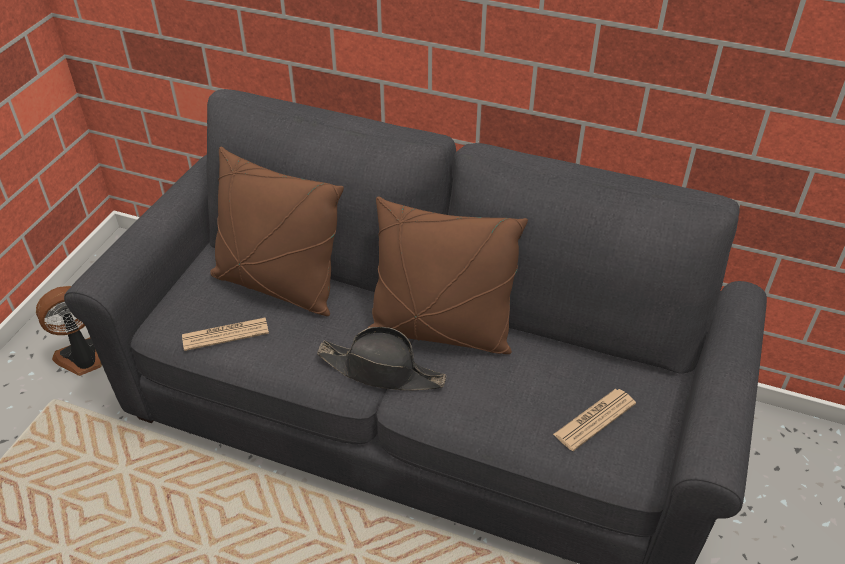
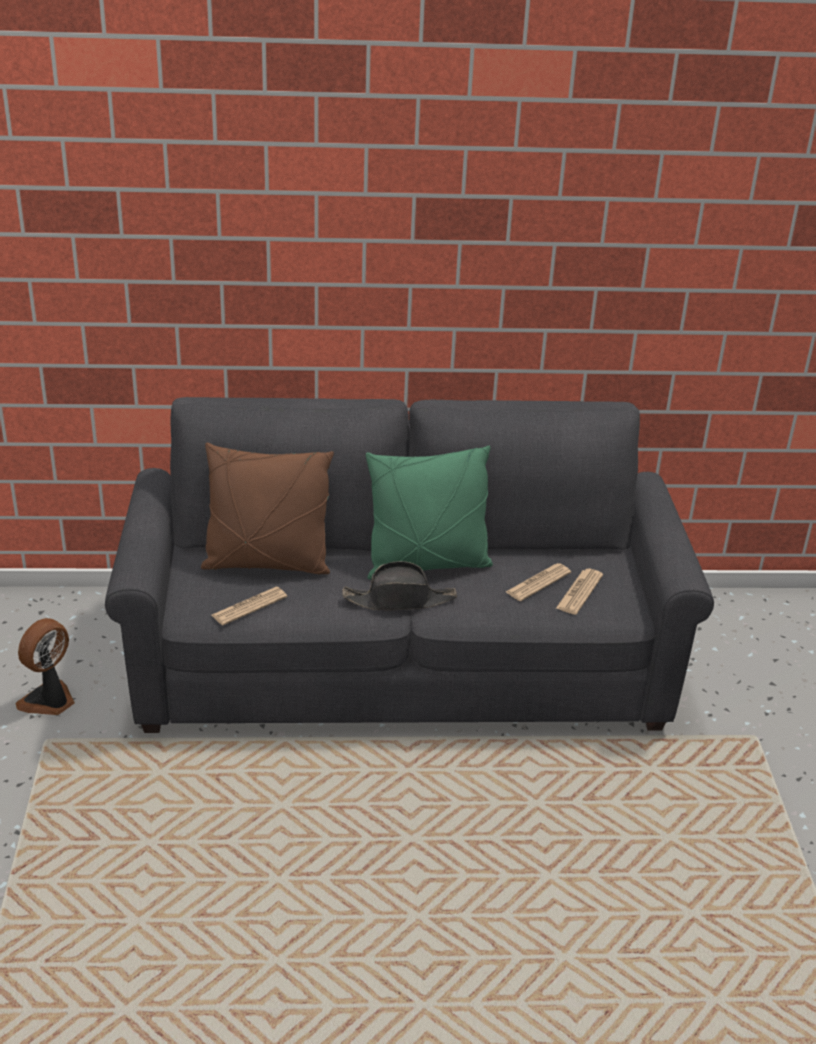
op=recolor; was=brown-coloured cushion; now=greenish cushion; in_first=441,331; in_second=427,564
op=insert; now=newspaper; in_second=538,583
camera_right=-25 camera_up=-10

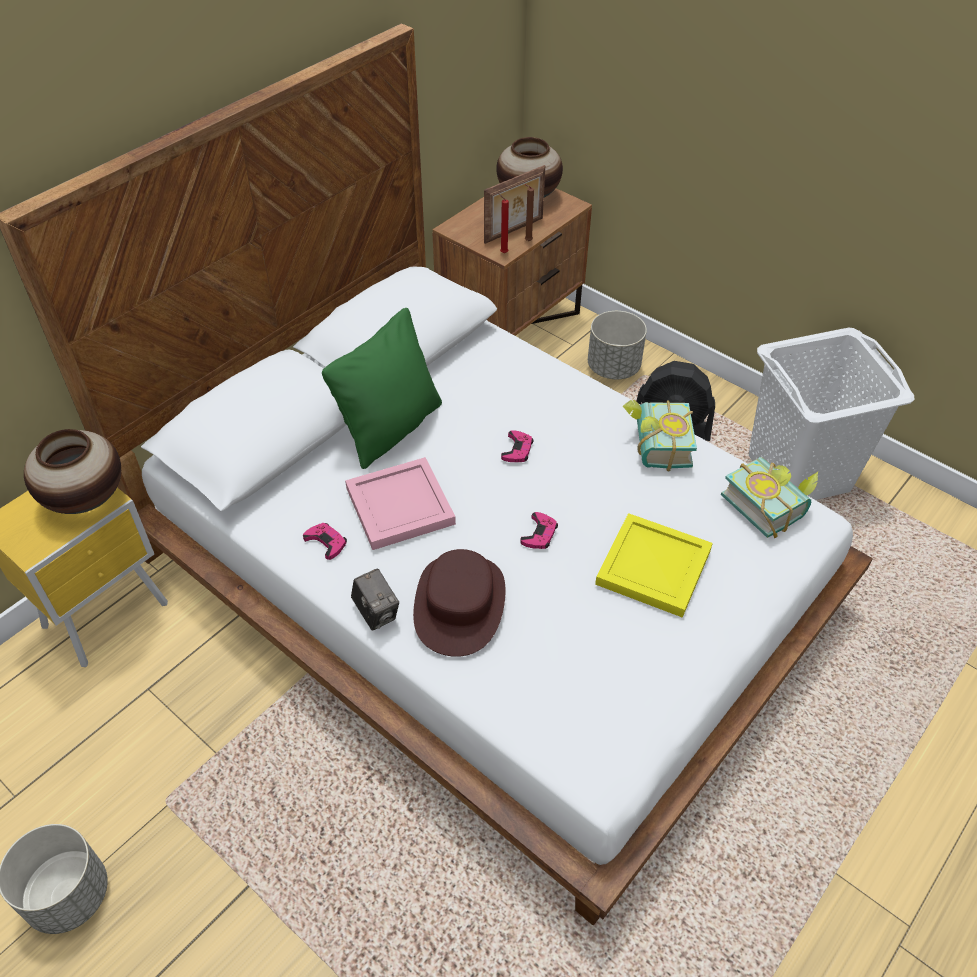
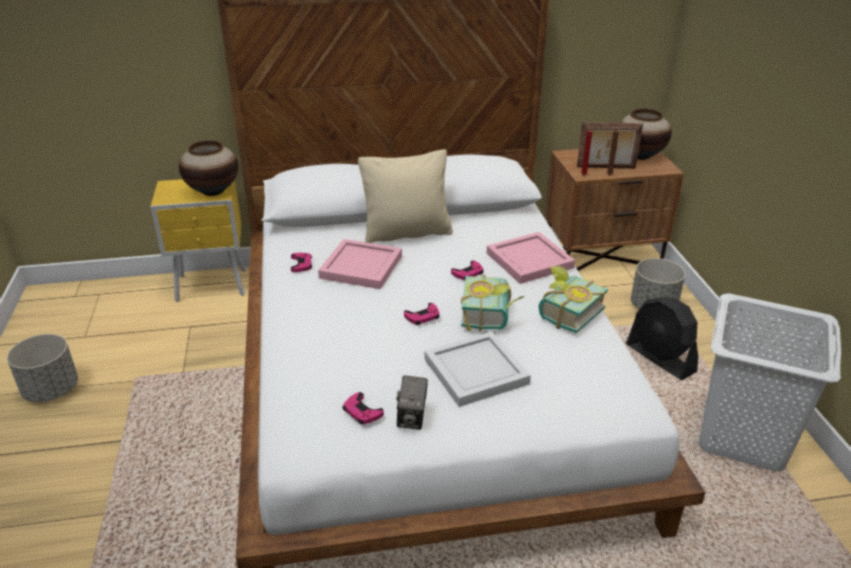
op=recolor; was=greenish cushion; now=beige-coloured cushion; in_first=391,429; in_second=407,233
op=move; was=bound book; in_first=768,504; in_second=491,315
op=recolor; was=yellow-coloured carrying tray; now=white carrying tray; in_first=654,569; in_second=475,372
op=delete; was=brown-coloured hat; in_first=460,604
op=move; was=photo camera; in_first=376,613; in_second=412,418
op=insert; now=pink-coloured carrying tray; in_second=531,260
op=insert; now=pink-coloured game controller; in_second=362,412
camera_right=40 camera_up=-15

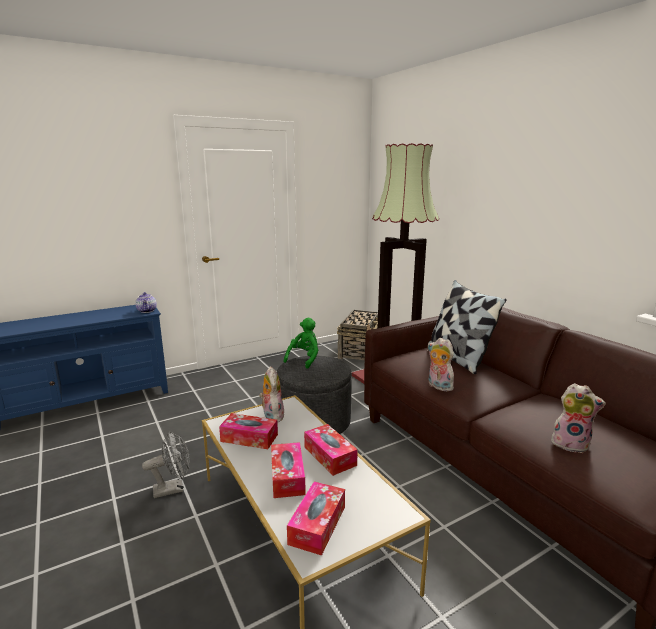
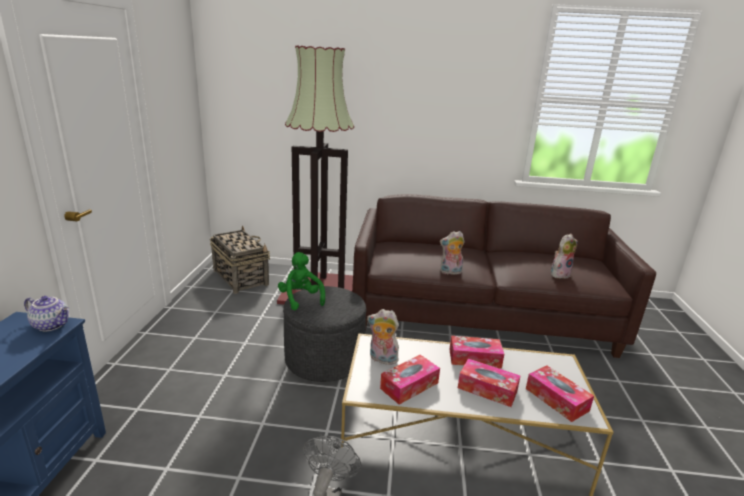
op=delete; was=cushion; in_first=458,358
camera_right=-55 camera_up=5

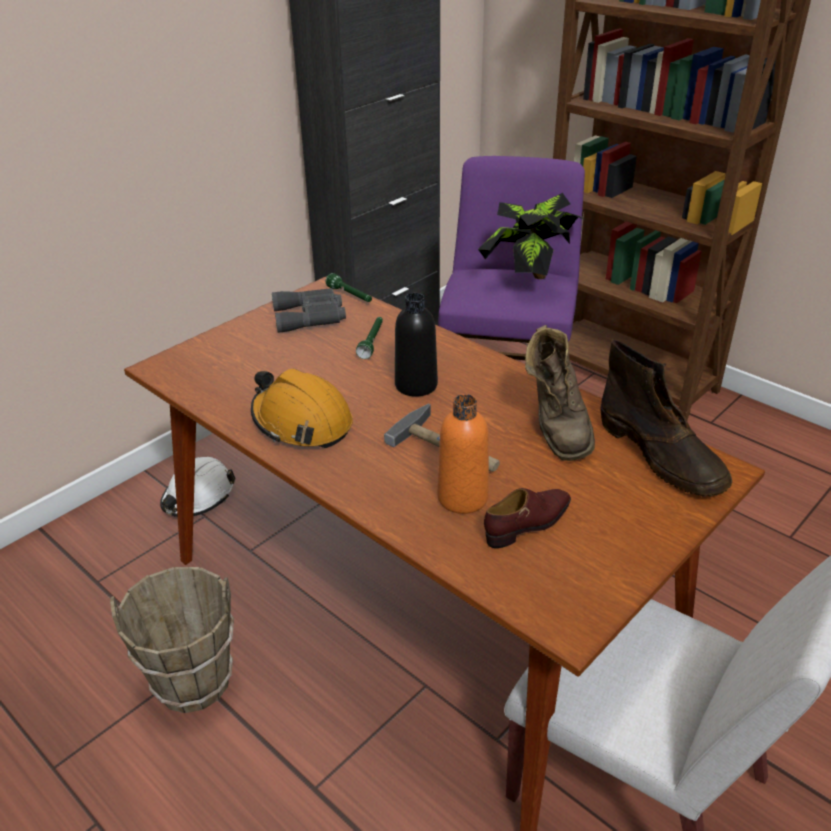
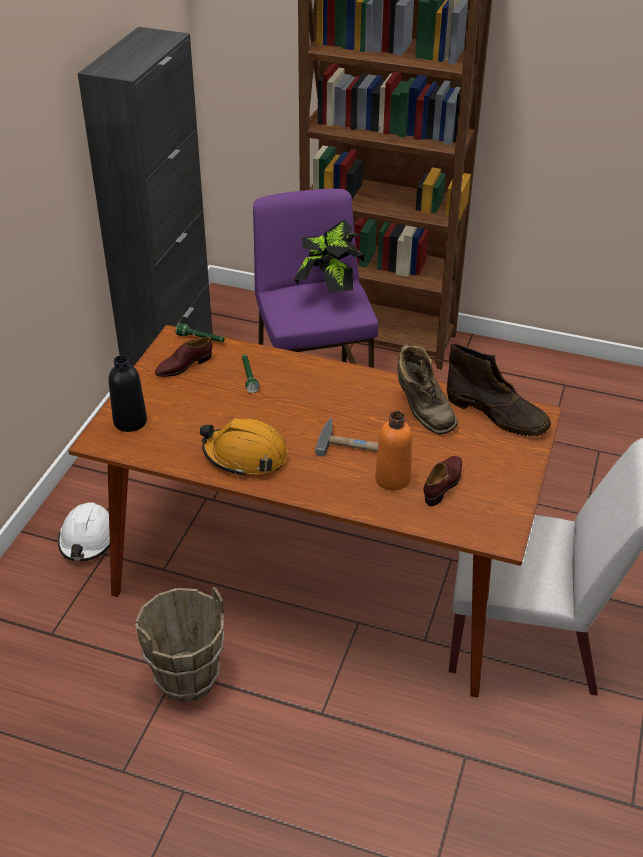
op=replace; was=grey field glasses; now=brown-coloured item of footwear; in_first=311,316; in_second=184,365
op=move; was=black-coloured beverage bottle; in_first=416,385; in_second=130,421
camera_right=-25 camera_up=5

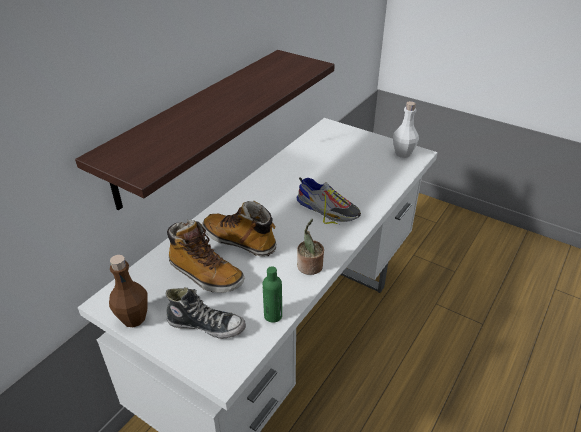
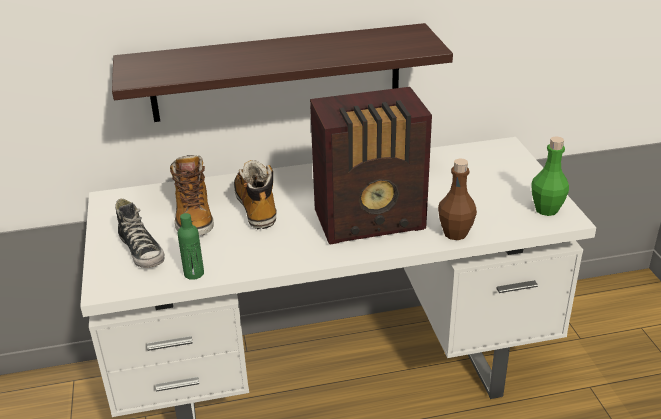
op=recolor; was=white beverage bottle; now=greenish beverage bottle; in_first=403,153; in_second=546,209
op=replace; was=item of footwear; now=radio receiver; in_first=327,209; in_second=372,221
op=delete; was=plant in a pot; in_first=309,267
op=move; was=brown-coloured beverage bottle; in_first=134,318; in_second=455,233
camera_right=45 camera_up=-5

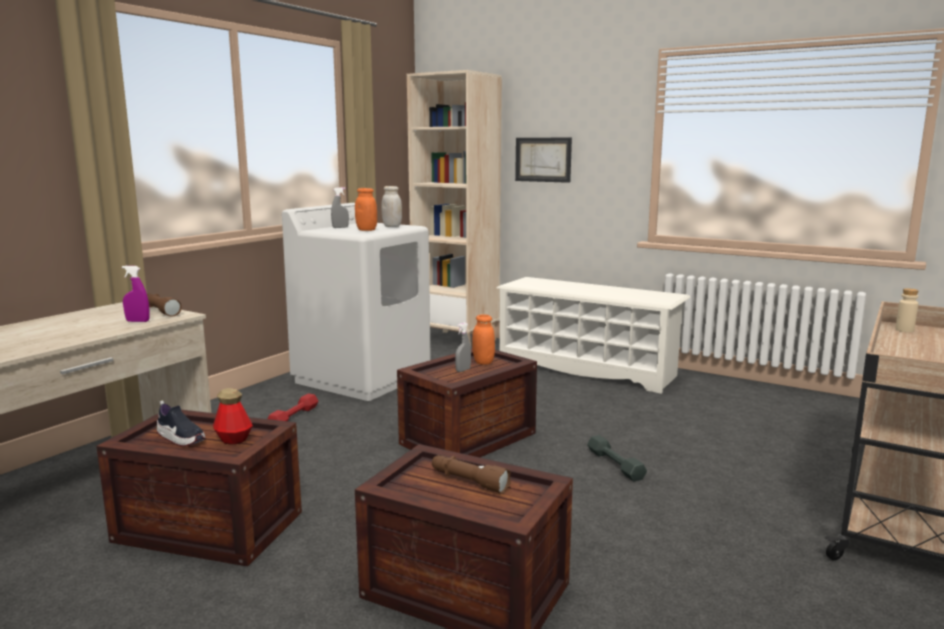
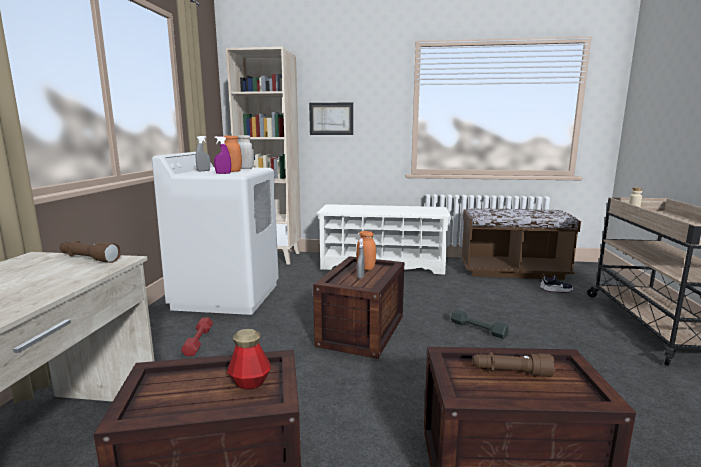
op=move; was=purplish hand sprayer; in_first=137,321; in_second=223,173
op=move; was=item of footwear; in_first=181,439; in_second=556,290
op=insert; now=brown-coloured long seat; in_second=512,271
camera_right=-25 camera_up=0

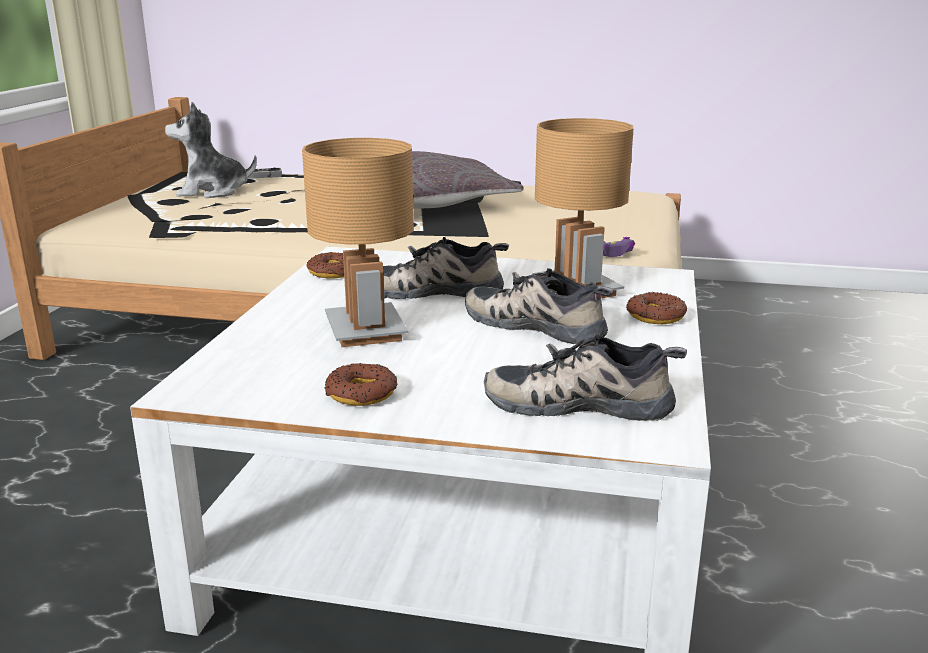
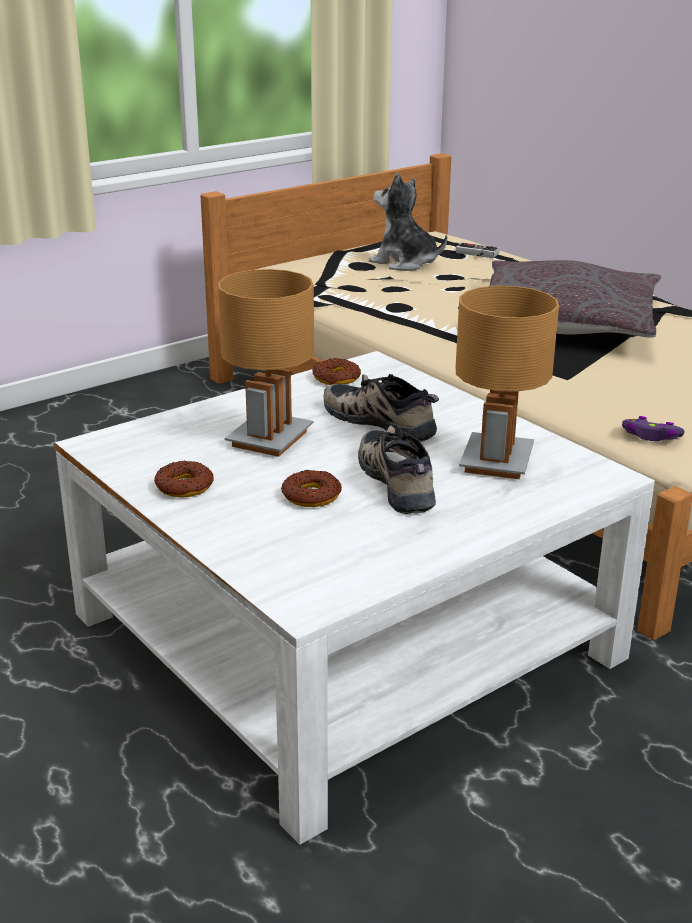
op=move; was=doughnut; in_first=655,316; in_second=311,496
op=delete; was=item of footwear; in_first=580,402
camera_right=40 camera_up=5

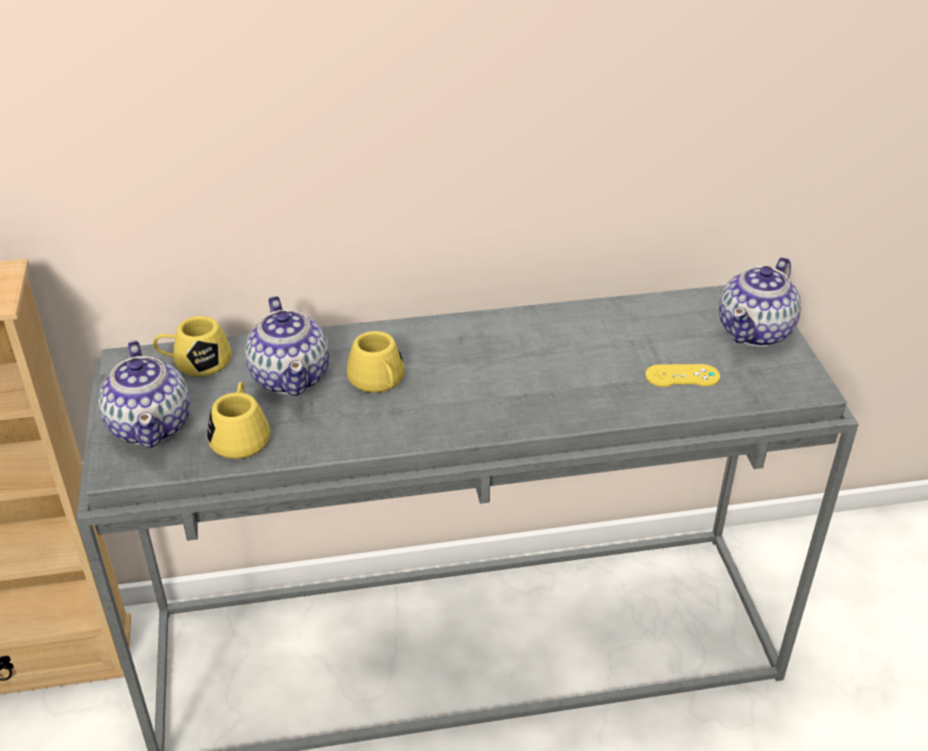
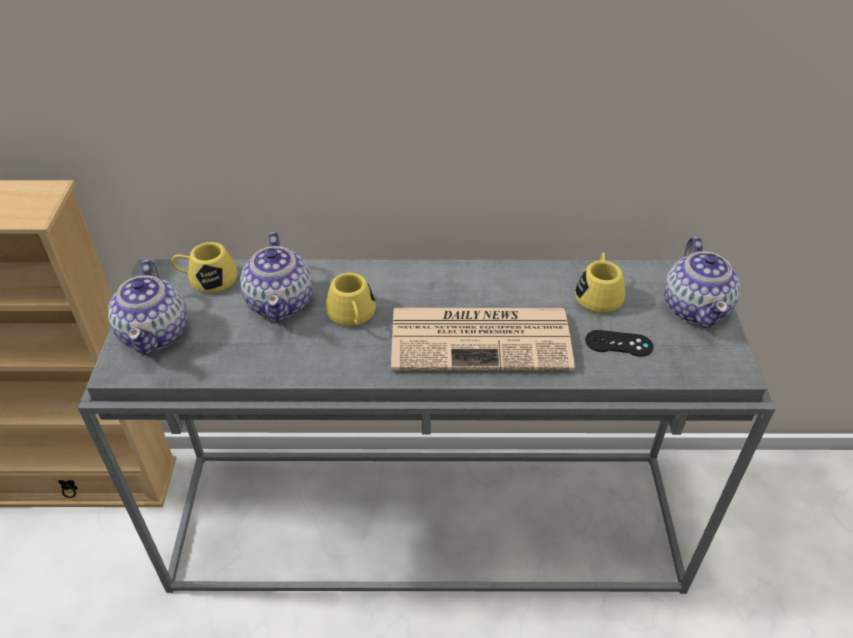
op=rotate; was=pot for tea; in_first=756,331; in_second=695,307; clockwise=-45
op=recolor; was=yellow-coloured game controller; now=black-coloured game controller; in_first=682,376; in_second=618,343
op=move; was=yellow-coloured coffee mug; in_first=241,434; in_second=598,294
op=insert; now=newspaper; in_second=482,338
camera_right=10 camera_up=5

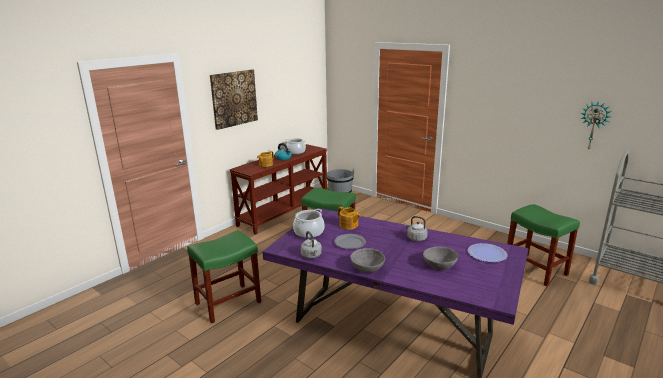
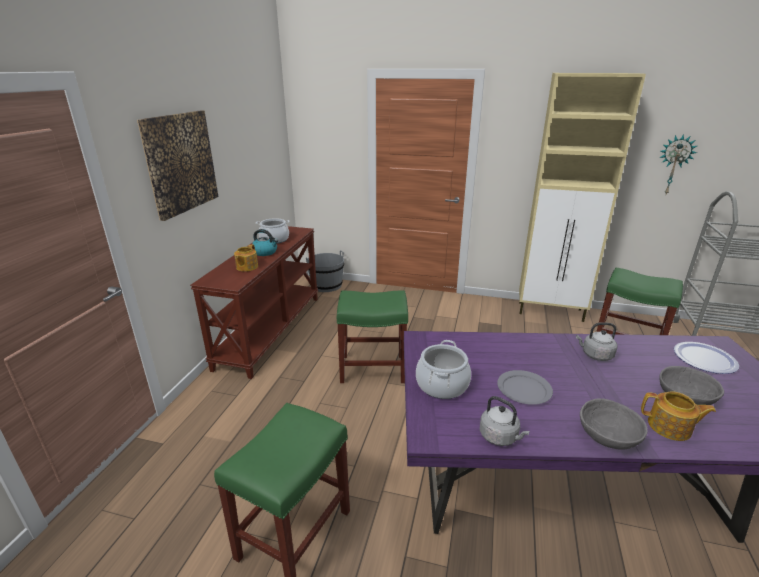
op=move; was=pot for tea; in_first=348,225; in_second=670,427
op=insert; now=beige-coloured cabinet; in_second=551,312
camera_right=-25 camera_up=5

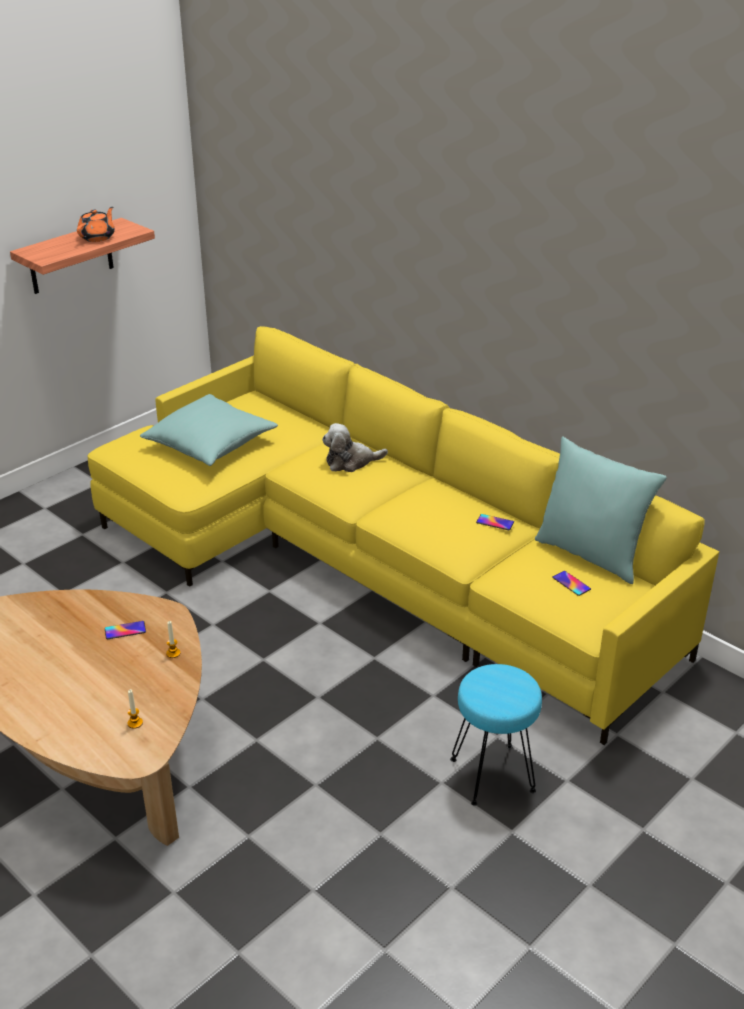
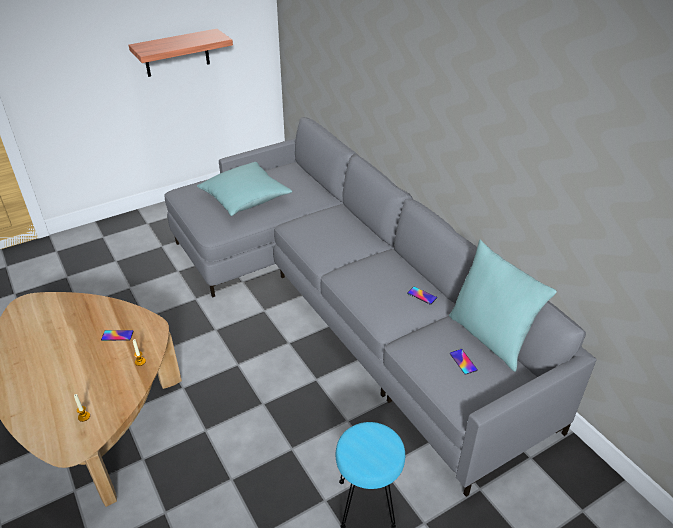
op=delete; was=orange pot for tea; in_first=97,237
op=recolor; was=yellow-coloured couch; now=grey couch; in_first=371,563; in_second=344,301
op=delete; was=cuddly toy; in_first=351,462
camera_right=15 camera_up=5

